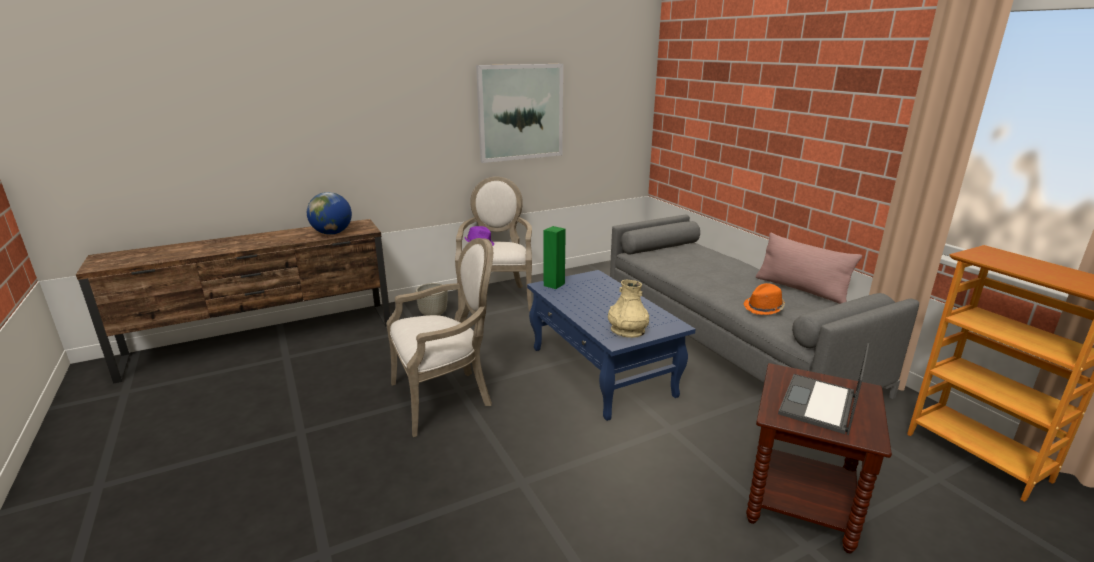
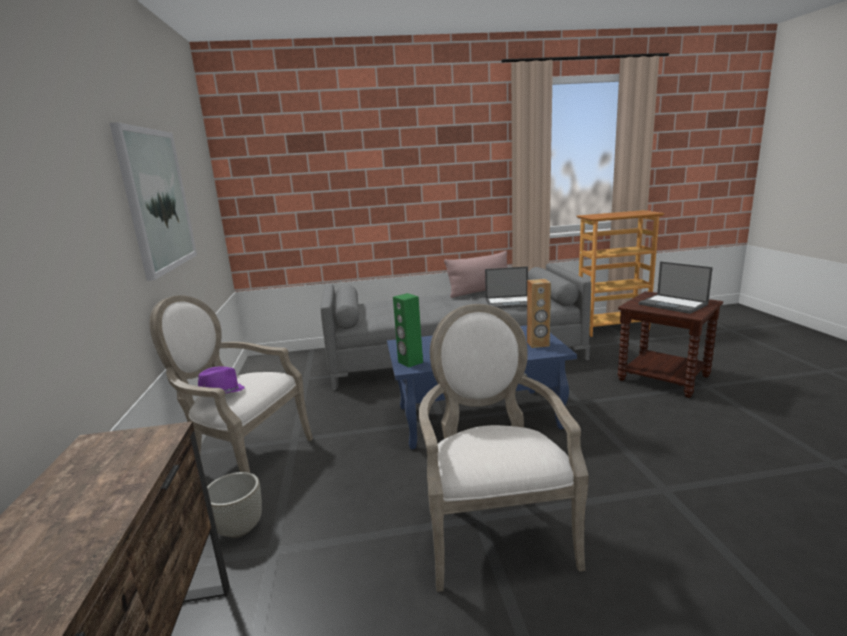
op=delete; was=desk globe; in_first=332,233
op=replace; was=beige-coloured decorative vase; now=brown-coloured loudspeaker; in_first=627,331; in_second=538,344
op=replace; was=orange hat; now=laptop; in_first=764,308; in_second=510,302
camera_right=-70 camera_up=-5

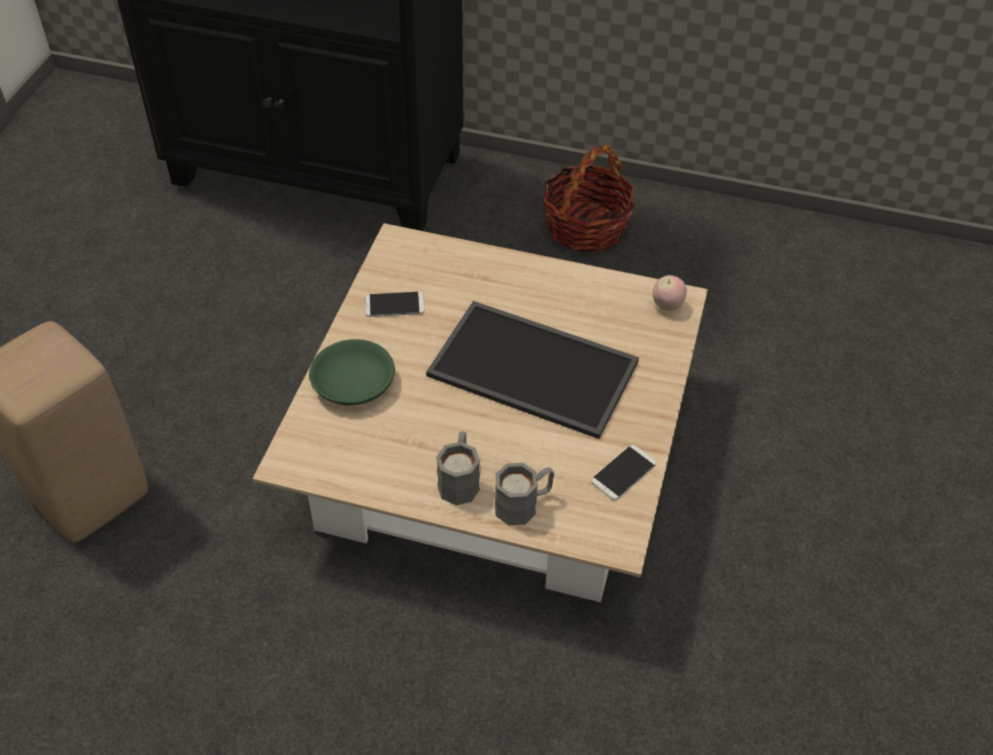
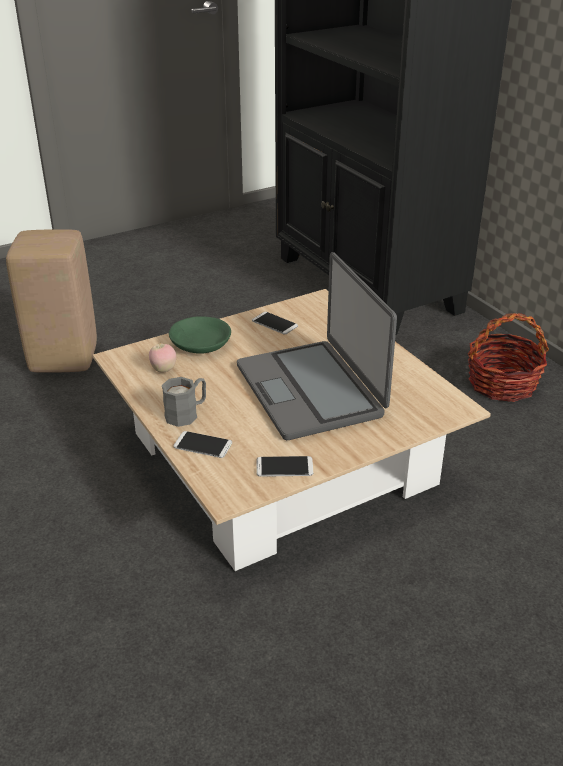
op=move; was=apple; in_first=667,305; in_second=163,370
op=replace; was=carrying tray; now=laptop; in_first=536,367; in_second=311,390
op=replace; was=grey coffee mug; now=handset; in_first=524,504; in_second=203,445
camera_right=45 camera_up=-15

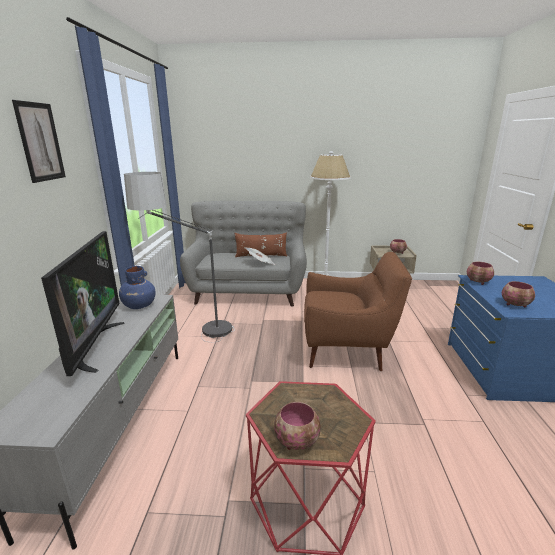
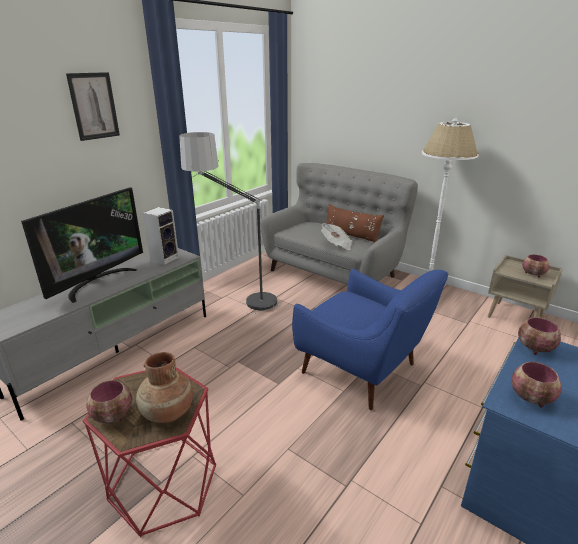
op=recolor; was=brown-coloured lounge chair; now=blue-coloured lounge chair; in_first=347,349; in_second=363,371
op=replace; was=blue-coloured decorative vase; now=loudspeaker; in_first=139,305; in_second=165,258
op=insert; now=brown-coloured decorative vase; in_second=168,413
camera_right=35 camera_up=5

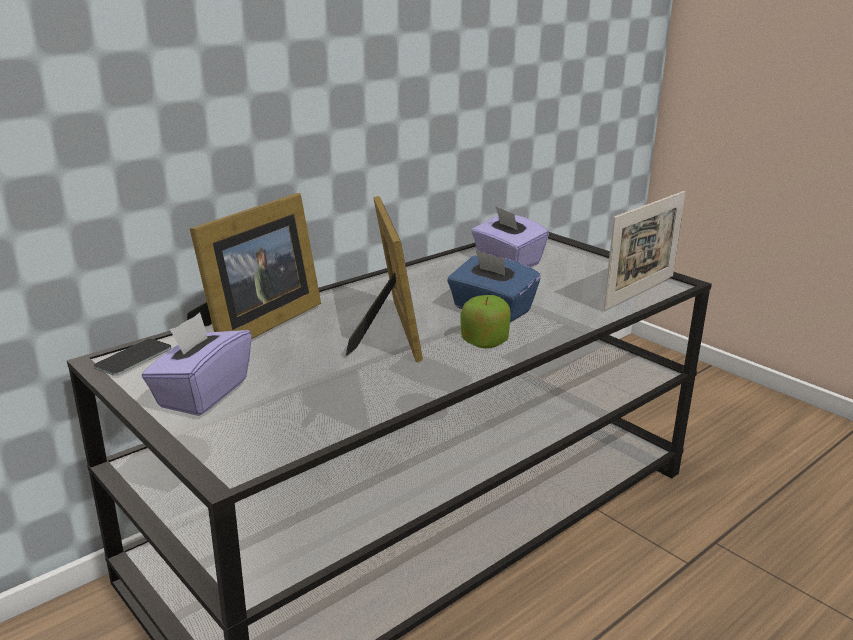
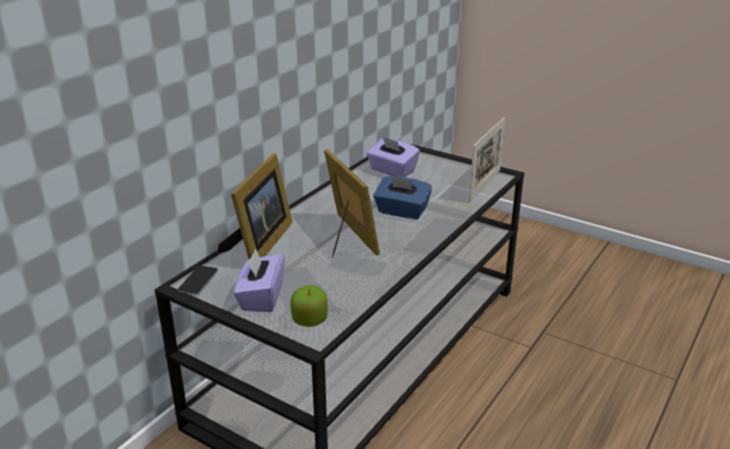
op=move; was=apple; in_first=484,342; in_second=309,320
camera_right=-15 camera_up=5

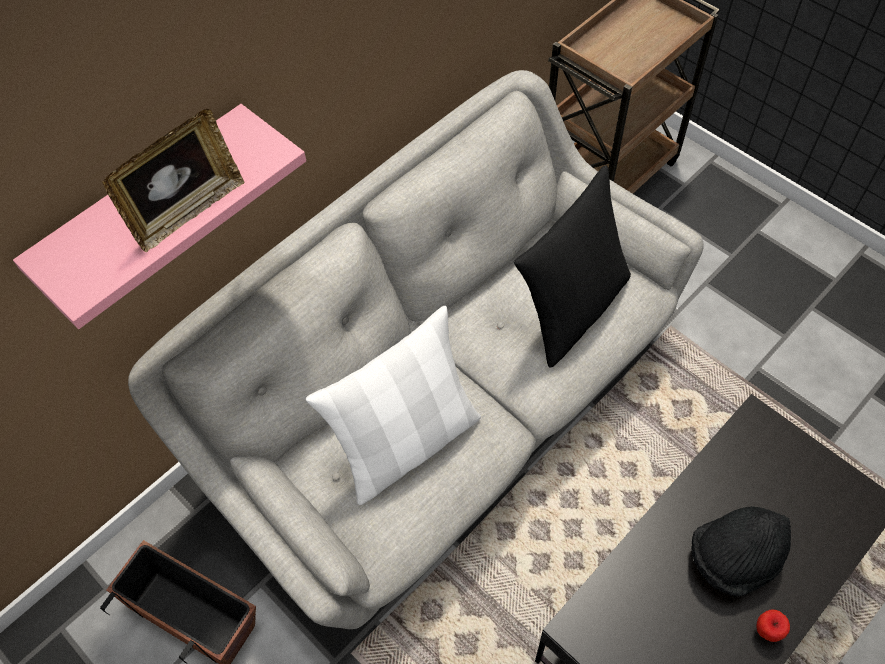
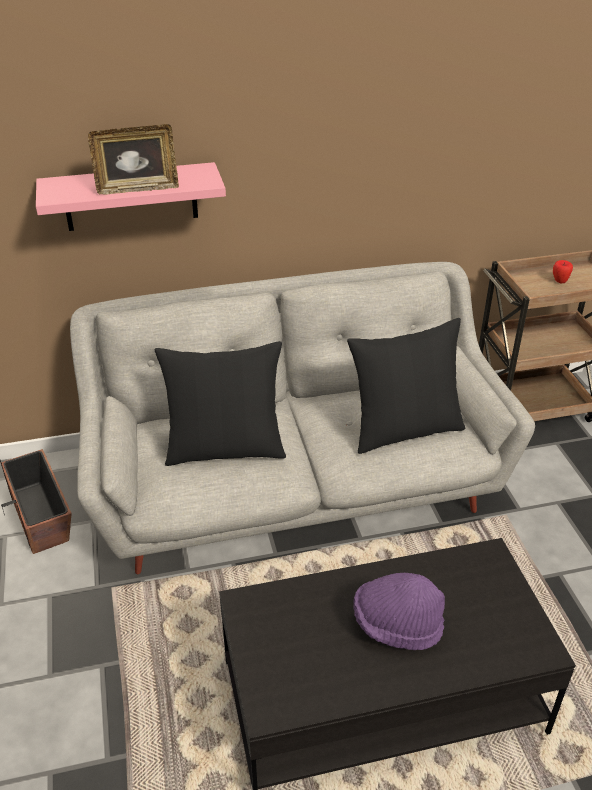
op=recolor; was=white cushion; now=black-coloured cushion; in_first=407,443; in_second=225,449
op=recolor; was=black-coloured hat; now=purplish hat; in_first=734,558; in_second=396,625
op=move; was=apple; in_first=766,631; in_second=559,281
camera_right=30 camera_up=-20

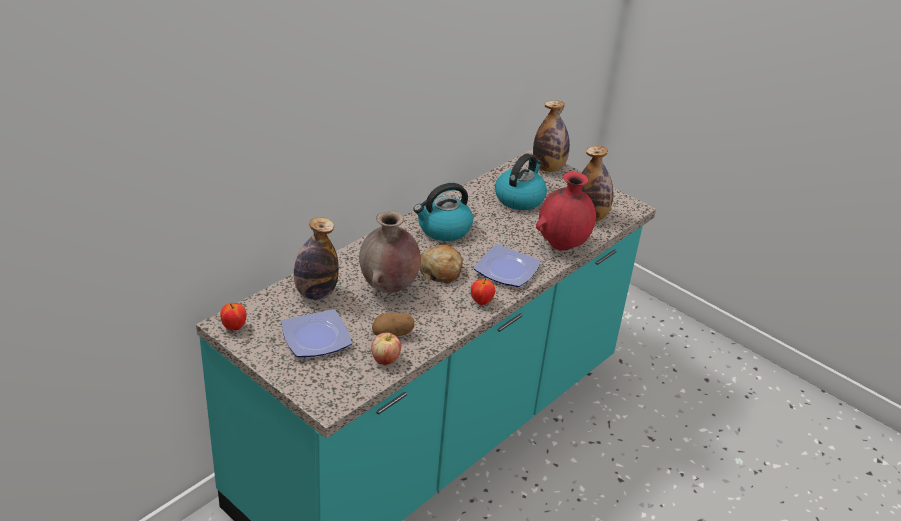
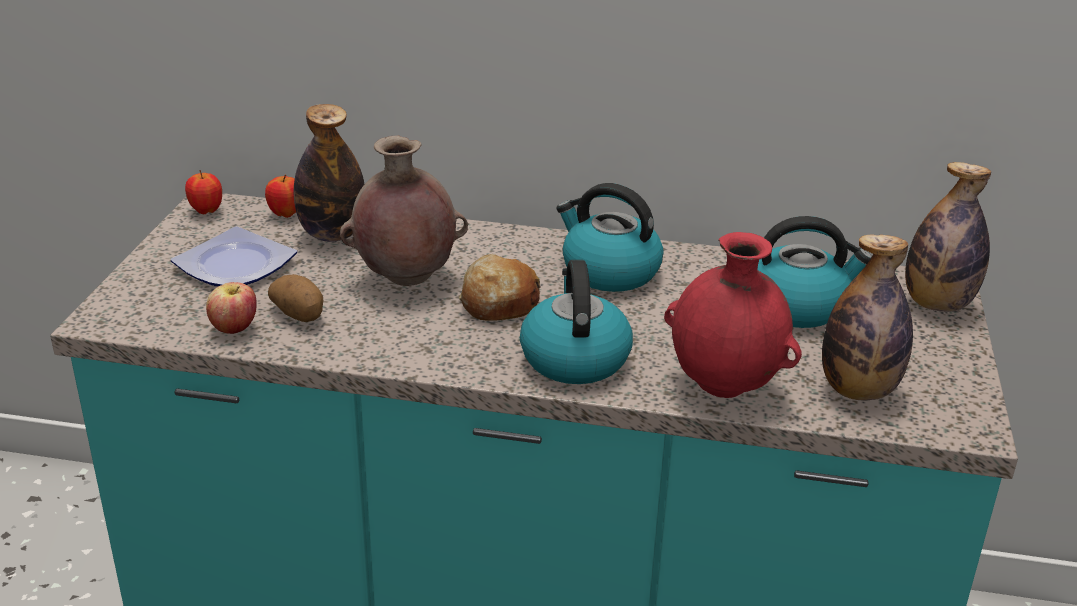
op=replace; was=flat dish; now=water kettle; in_first=507,271; in_second=574,358
op=move; was=apple; in_first=481,302; in_second=286,214
camera_right=60 camera_up=-5

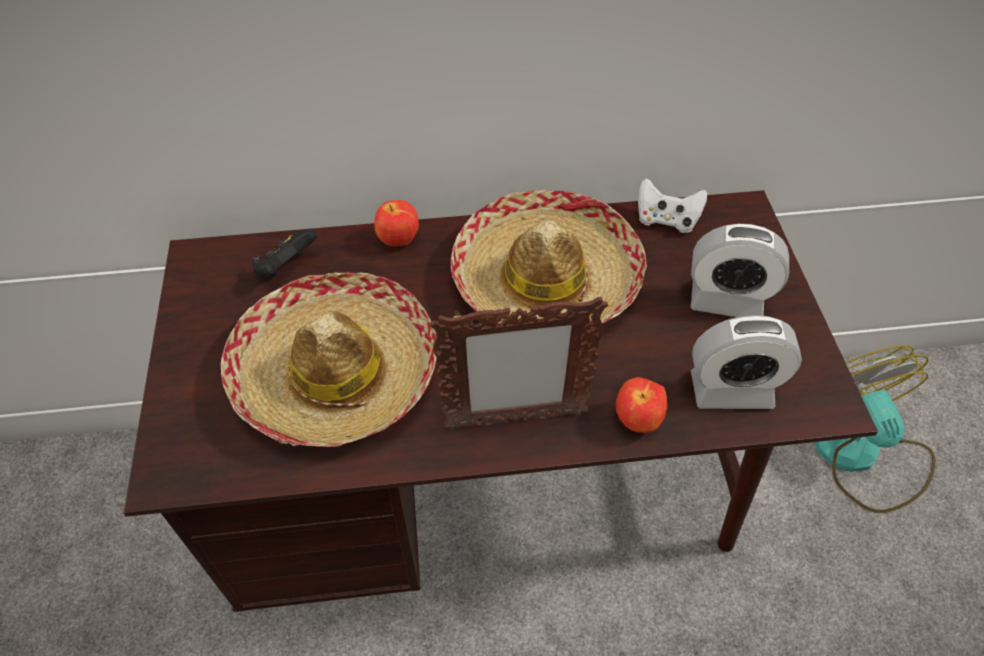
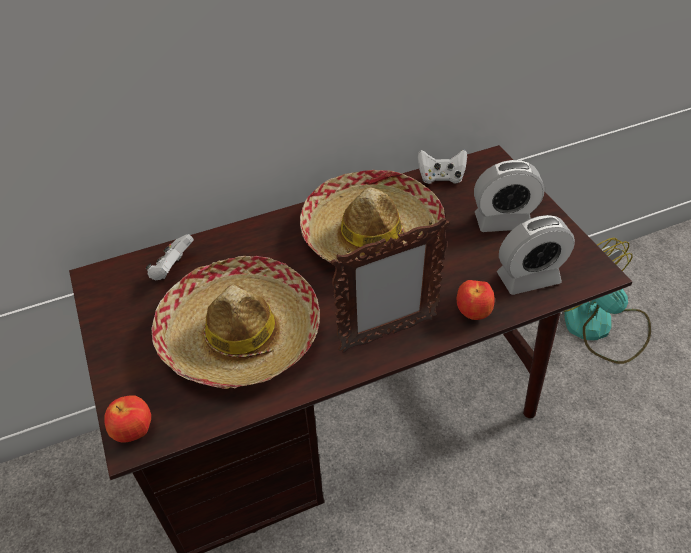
op=move; was=apple; in_first=398,241; in_second=134,432
op=recolor; was=black-coloured game controller; now=white game controller; in_first=286,267; in_second=172,269
camera_right=-15 camera_up=-5

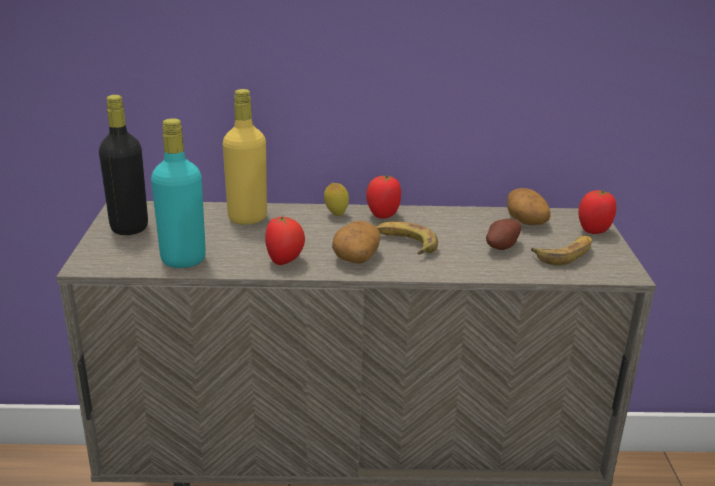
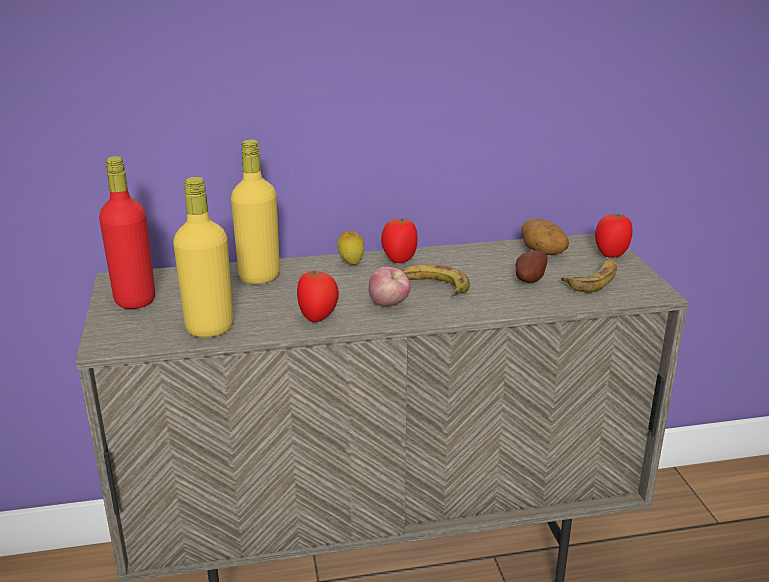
op=recolor; was=black-coloured beverage bottle; now=reddish beverage bottle; in_first=129,228; in_second=135,300
op=recolor; was=turquoise beverage bottle; now=yellow-coloured beverage bottle; in_first=183,260; in_second=209,328
op=replace; was=whole potato; now=apple; in_first=355,256; in_second=389,304
camera_right=-10 camera_up=0

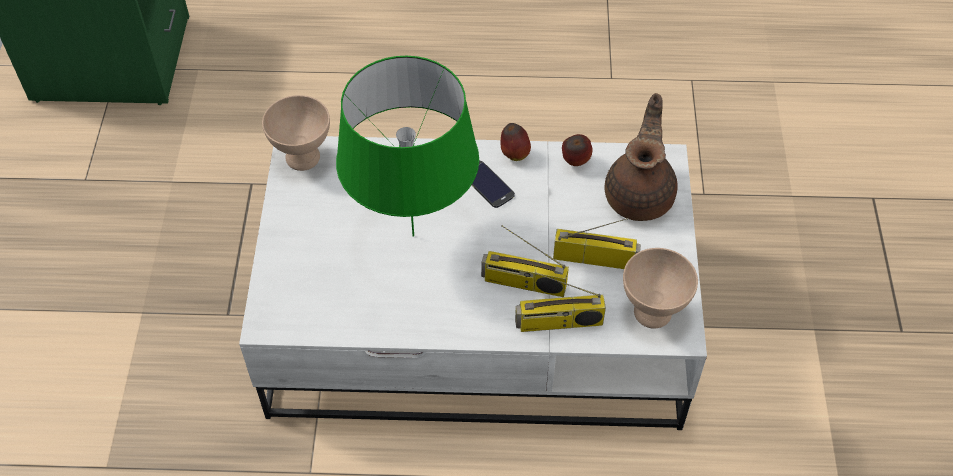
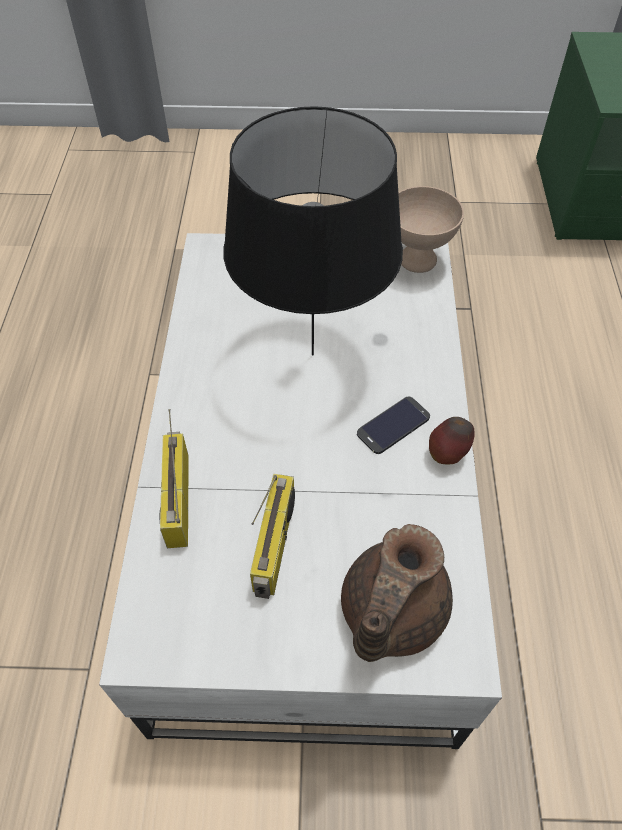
op=recolor; was=greenish table lamp; now=black-coloured table lamp; in_first=413,235; in_second=313,354
op=rotate; was=brown-coloured pot for tea; in_first=640,194; in_second=389,614; clockwise=105
op=delete; was=apple; in_first=575,162
op=delete; was=radio receiver; in_first=523,283
op=delete; was=beige-coloured deep dish; in_first=653,314
camera_right=90 camera_up=0

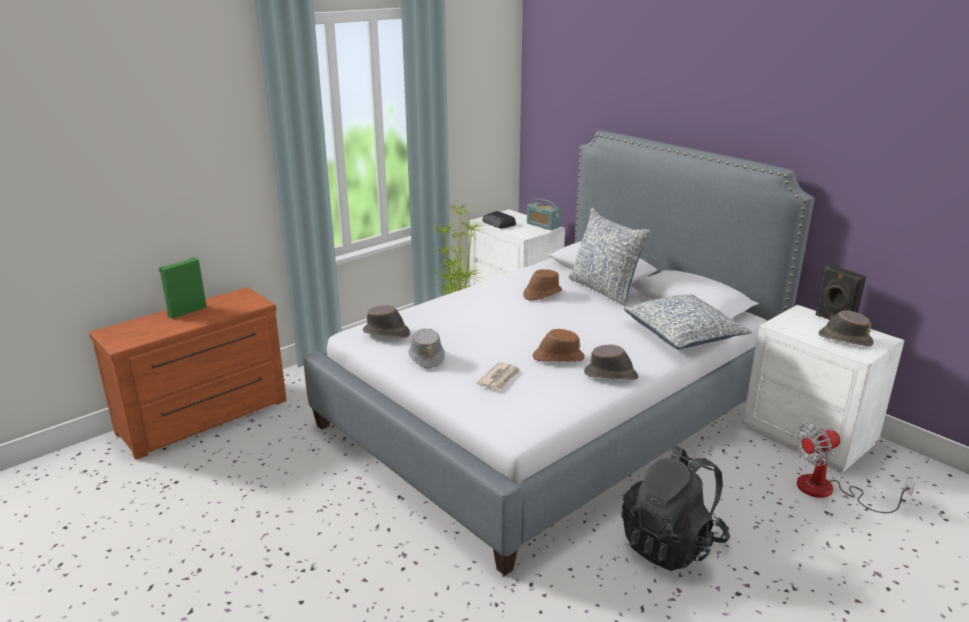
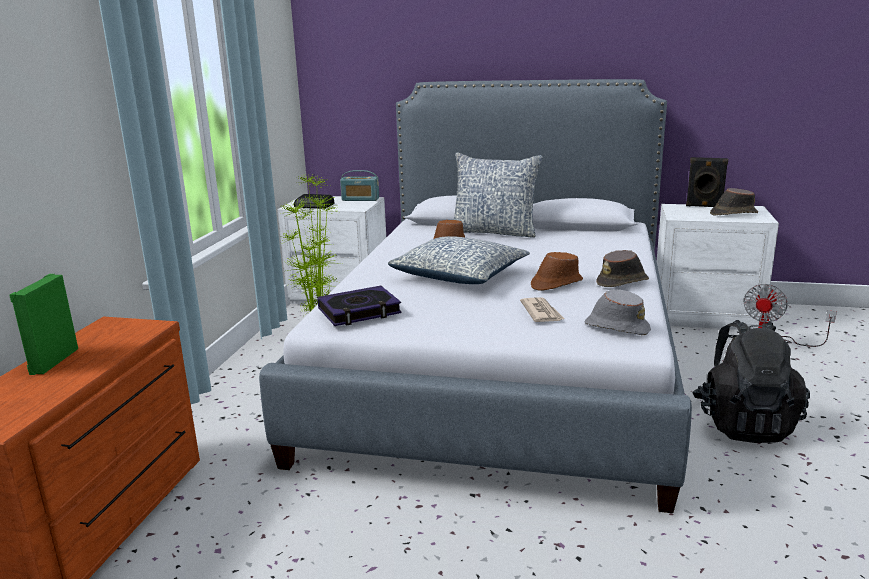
op=move; was=cushion; in_first=684,334; in_second=460,275
op=replace; was=brown-coloured hat; now=bound book; in_first=386,333; in_second=359,311
op=move; was=grey hat; in_first=427,357; in_second=616,327
camera_right=-35 camera_up=-5

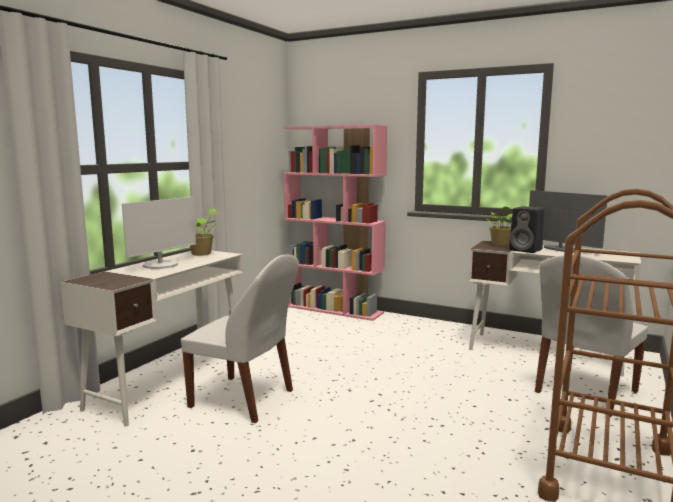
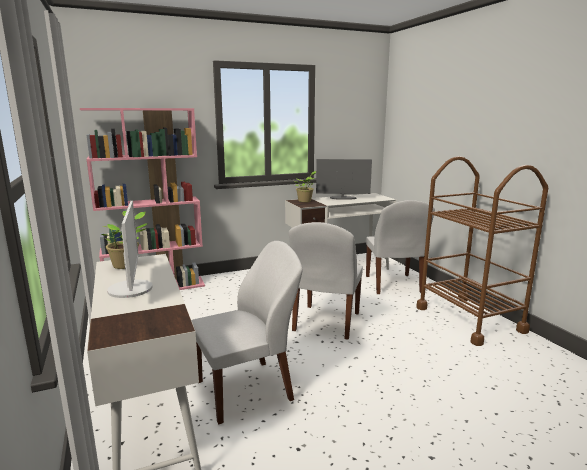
op=delete; was=black-coloured loudspeaker; in_first=526,250
op=insert; now=white plain chair; in_second=325,323
camera_right=-50 camera_up=5

